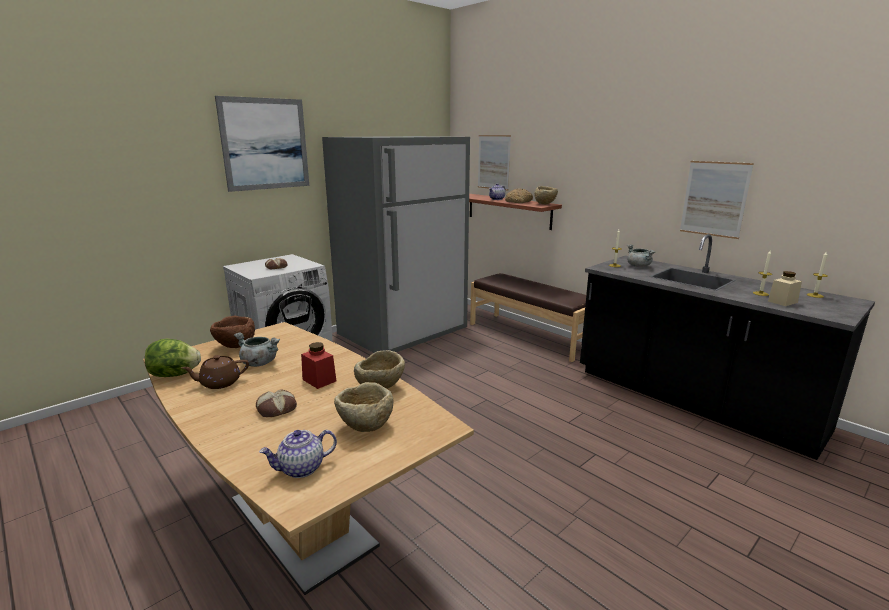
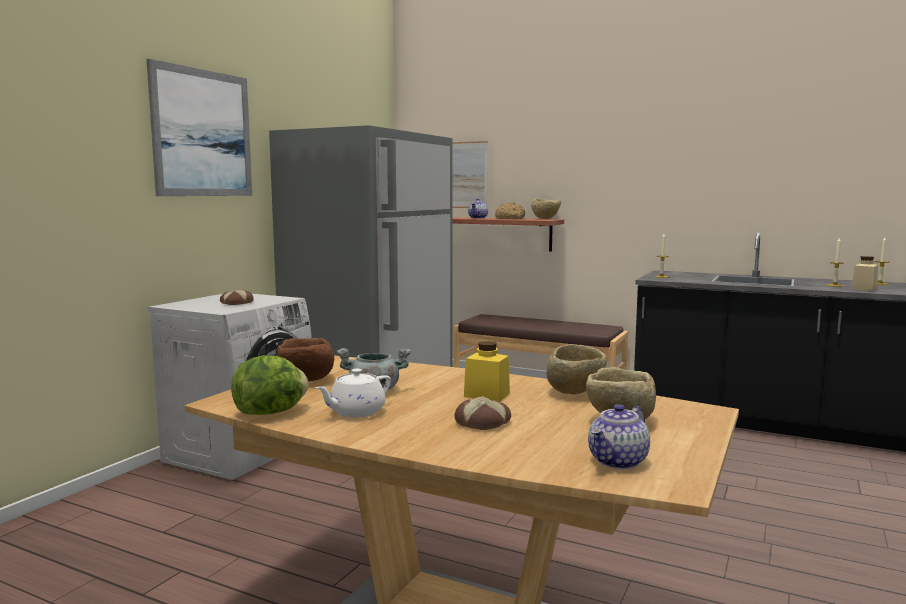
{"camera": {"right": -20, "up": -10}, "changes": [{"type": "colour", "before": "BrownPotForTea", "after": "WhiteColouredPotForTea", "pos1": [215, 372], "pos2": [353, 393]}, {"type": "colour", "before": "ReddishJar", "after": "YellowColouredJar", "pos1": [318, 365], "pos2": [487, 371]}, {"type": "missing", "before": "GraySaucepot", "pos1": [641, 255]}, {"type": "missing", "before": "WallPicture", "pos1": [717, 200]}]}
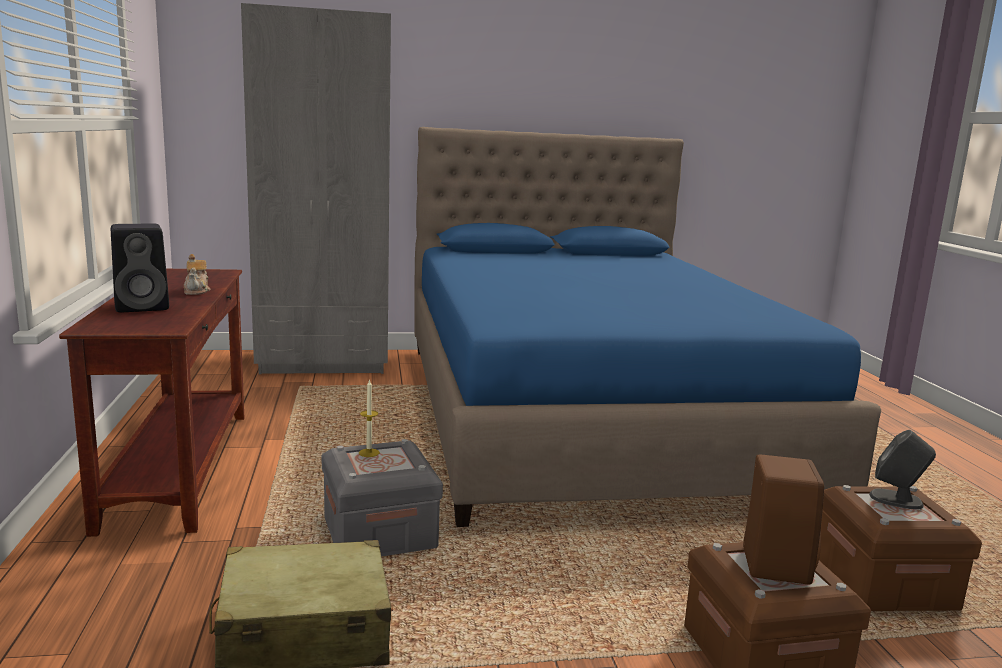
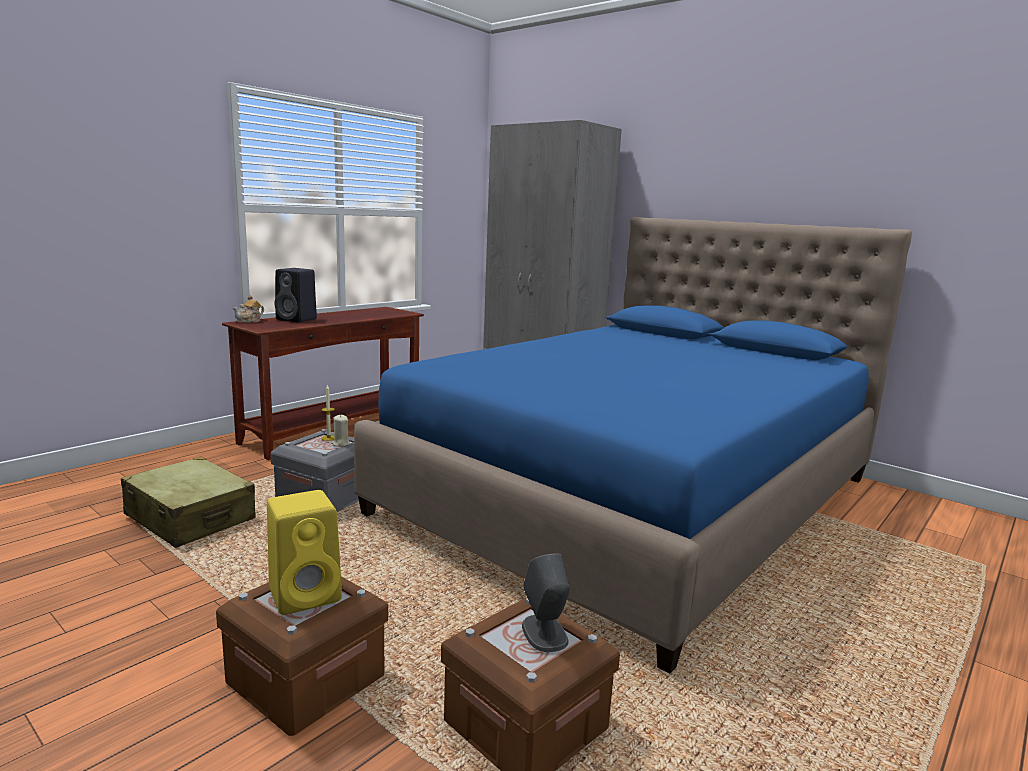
{"camera": {"right": 50, "up": 0}, "changes": [{"type": "relocated", "before": "PotForTea", "pos1": [197, 274], "pos2": [248, 309]}, {"type": "colour", "before": "BrownSpeaker", "after": "YellowColouredSpeaker", "pos1": [783, 519], "pos2": [304, 552]}, {"type": "appeared", "after": "BeigeCandle", "pos2": [340, 431]}]}
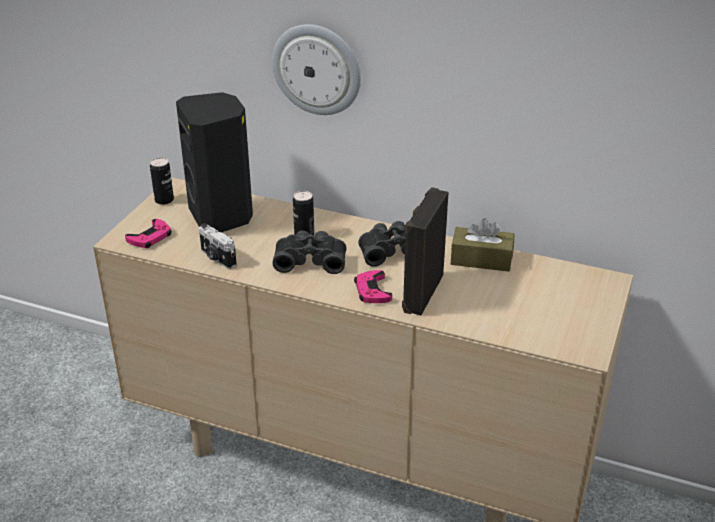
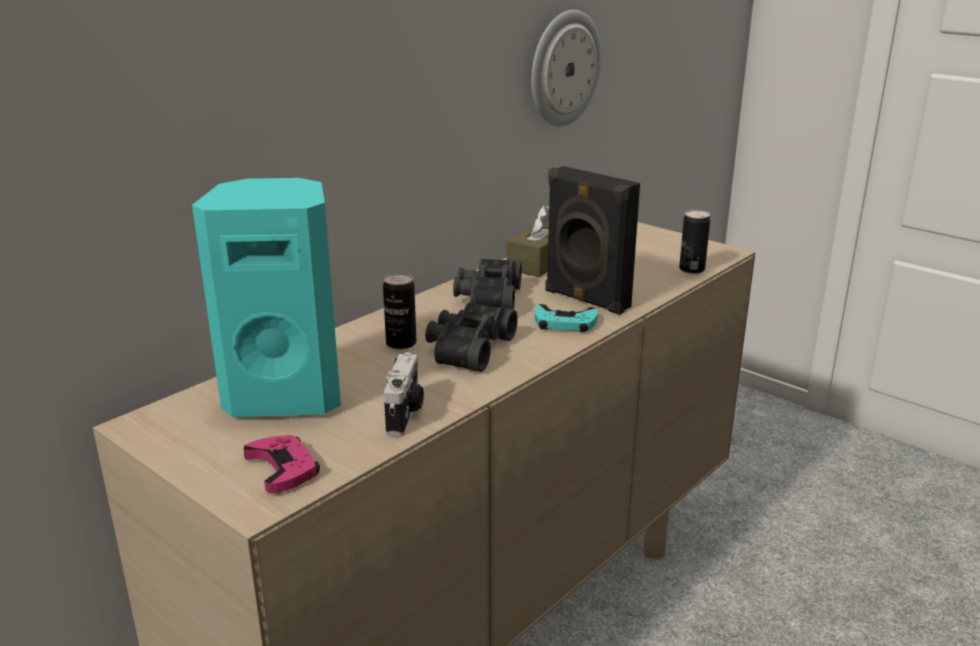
{"camera": {"right": -70, "up": -10}, "changes": [{"type": "colour", "before": "BlackColouredSpeaker", "after": "BlueGreenSpeaker", "pos1": [214, 162], "pos2": [266, 297]}, {"type": "spun", "before": "StillCamera", "pos1": [218, 246], "pos2": [404, 394], "turn": -60}, {"type": "relocated", "before": "HangingClock", "pos1": [316, 69], "pos2": [566, 68]}, {"type": "colour", "before": "PinkishGameController", "after": "BlueGreenGameController", "pos1": [373, 286], "pos2": [566, 318]}, {"type": "relocated", "before": "MetalCan", "pos1": [162, 181], "pos2": [694, 242]}]}
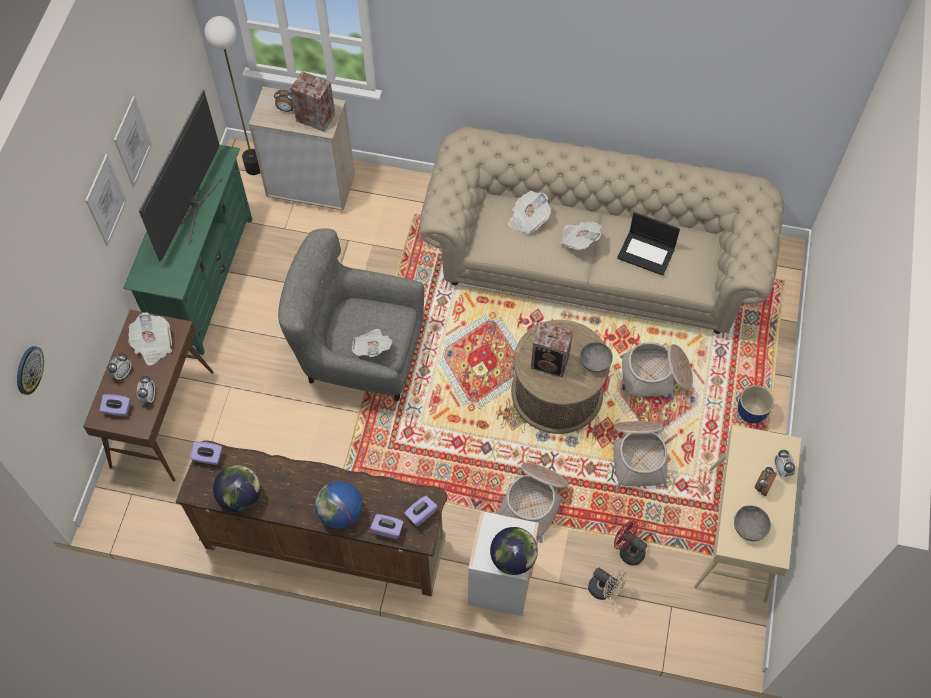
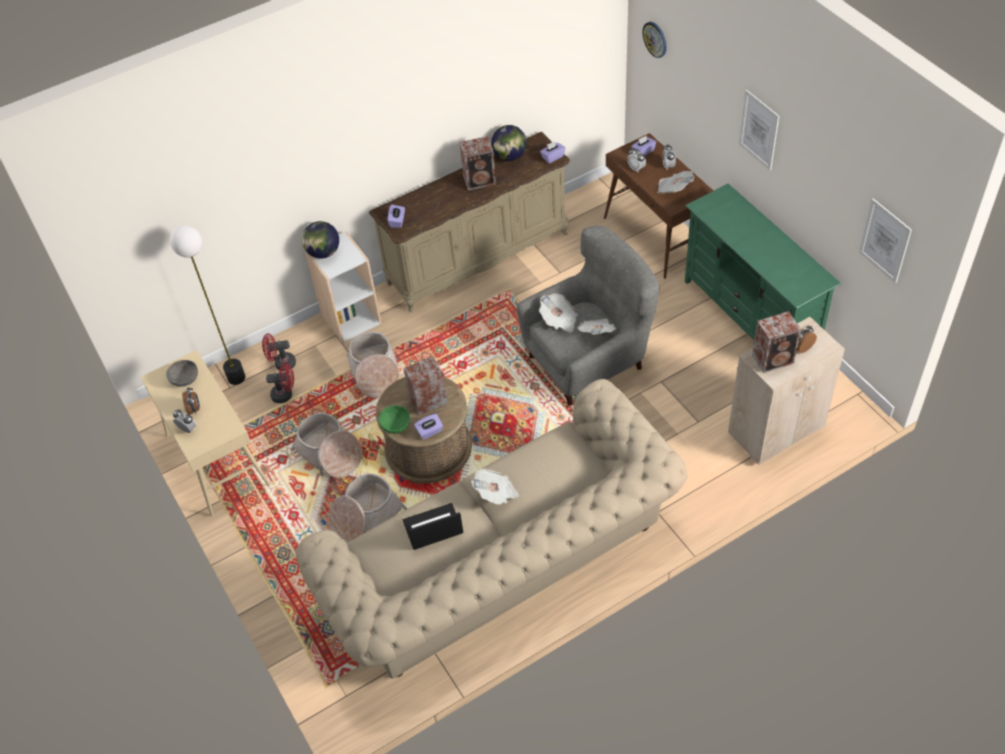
{"camera": {"right": 140, "up": -10}, "changes": [{"type": "relocated", "before": "StandardLamp", "pos1": [232, 95], "pos2": [207, 305]}, {"type": "colour", "before": "BeigeFan", "after": "ReddishFan", "pos1": [607, 584], "pos2": [279, 352]}, {"type": "colour", "before": "GrayBowl", "after": "GreenColouredBowl", "pos1": [596, 357], "pos2": [394, 419]}, {"type": "relocated", "before": "PurplishTissueBox", "pos1": [387, 526], "pos2": [428, 426]}, {"type": "appeared", "after": "Speaker", "pos2": [478, 163]}, {"type": "relocated", "before": "DailyPaper", "pos1": [529, 213], "pos2": [597, 326]}, {"type": "relocated", "before": "WallPicture", "pos1": [133, 141], "pos2": [885, 240]}, {"type": "missing", "before": "TvSet", "pos1": [181, 175]}, {"type": "missing", "before": "DeskGlobe", "pos1": [338, 505]}, {"type": "missing", "before": "Planter", "pos1": [756, 404]}]}
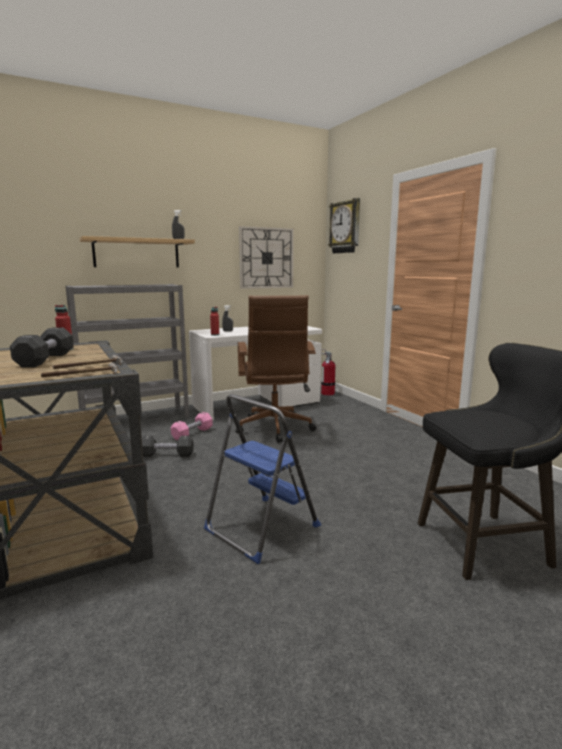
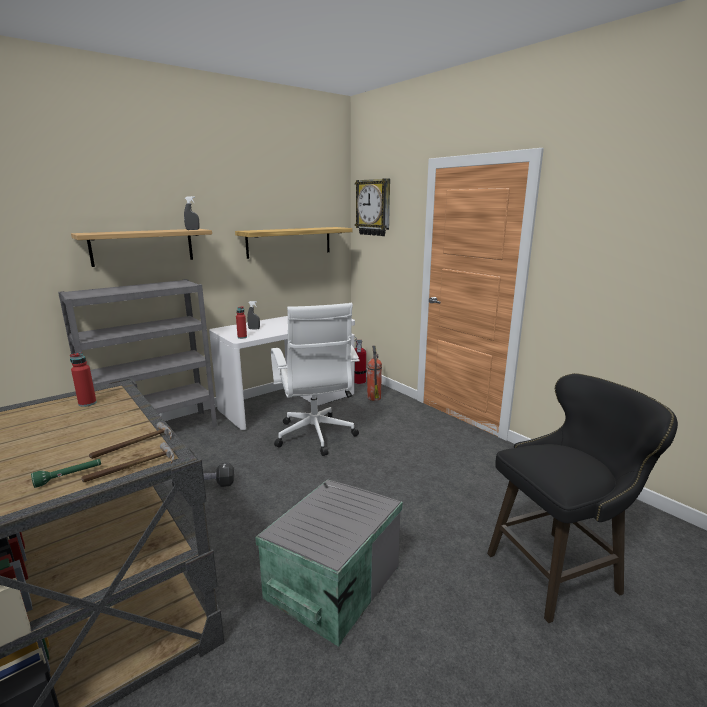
{"camera": {"right": -10, "up": 5}, "changes": [{"type": "appeared", "after": "GreenColouredTorch", "pos2": [66, 473]}, {"type": "exchanged", "before": "HangingClock", "after": "WallShelf", "pos1": [266, 257], "pos2": [293, 243]}, {"type": "exchanged", "before": "BluishStepladder", "after": "GrayStorageBin", "pos1": [262, 479], "pos2": [329, 563]}, {"type": "colour", "before": "BrownComputerChair", "after": "WhiteColouredComputerChair", "pos1": [275, 369], "pos2": [315, 379]}, {"type": "appeared", "after": "FireFightingCylinder", "pos2": [374, 373]}, {"type": "missing", "before": "BlackColouredDumbbell", "pos1": [42, 347]}, {"type": "missing", "before": "PinkishDumbbell", "pos1": [192, 426]}]}
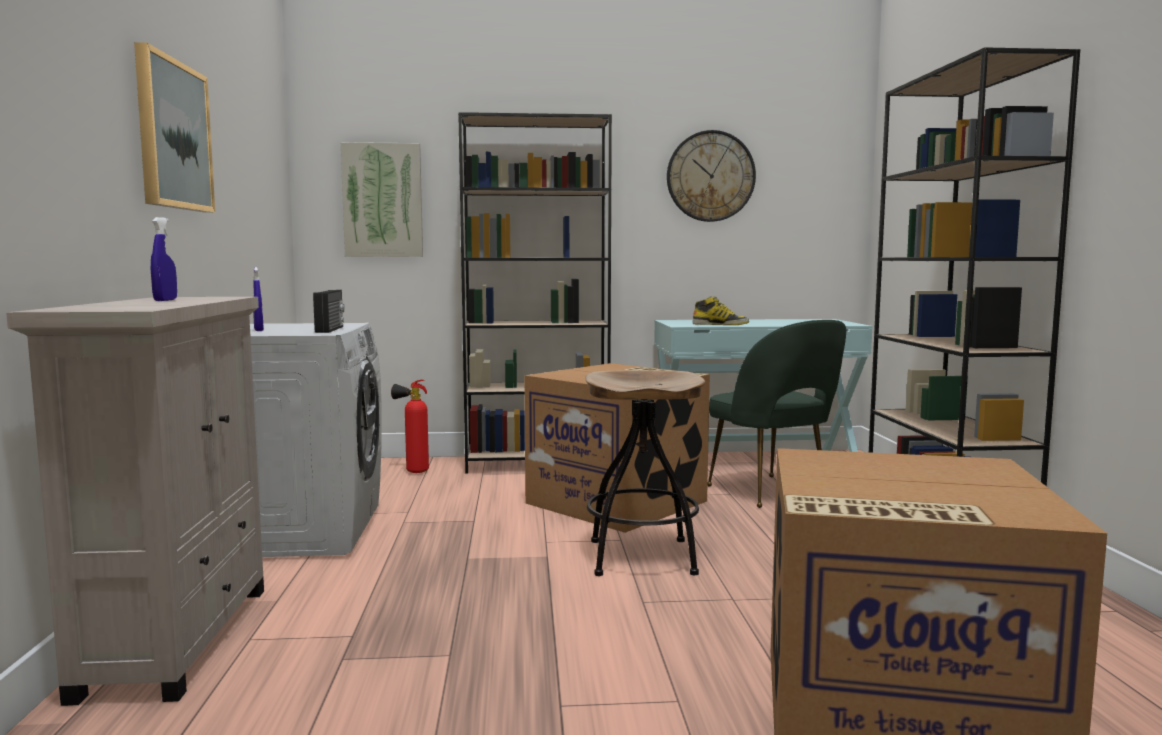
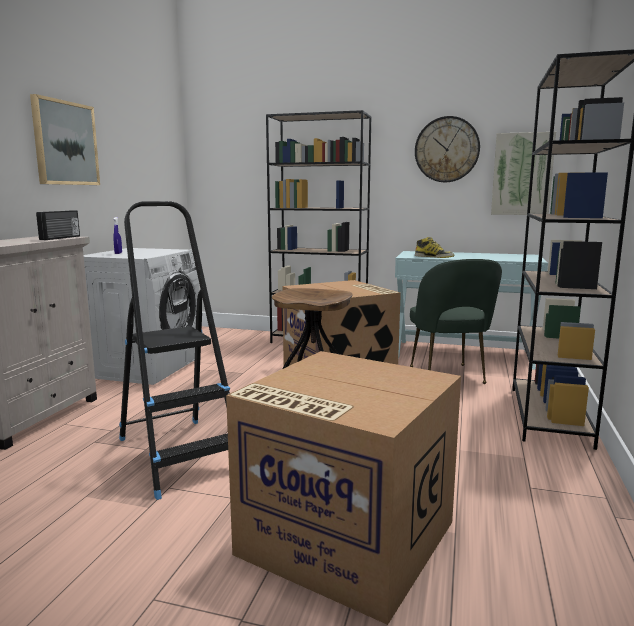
{"camera": {"right": 20, "up": 5}, "changes": [{"type": "relocated", "before": "RadioSet", "pos1": [329, 311], "pos2": [58, 225]}, {"type": "appeared", "after": "BlackColouredStepladder", "pos2": [174, 350]}, {"type": "relocated", "before": "WallPicture", "pos1": [382, 199], "pos2": [523, 173]}, {"type": "missing", "before": "BluishSprayer", "pos1": [164, 259]}, {"type": "missing", "before": "FireFightingCylinder", "pos1": [410, 426]}]}
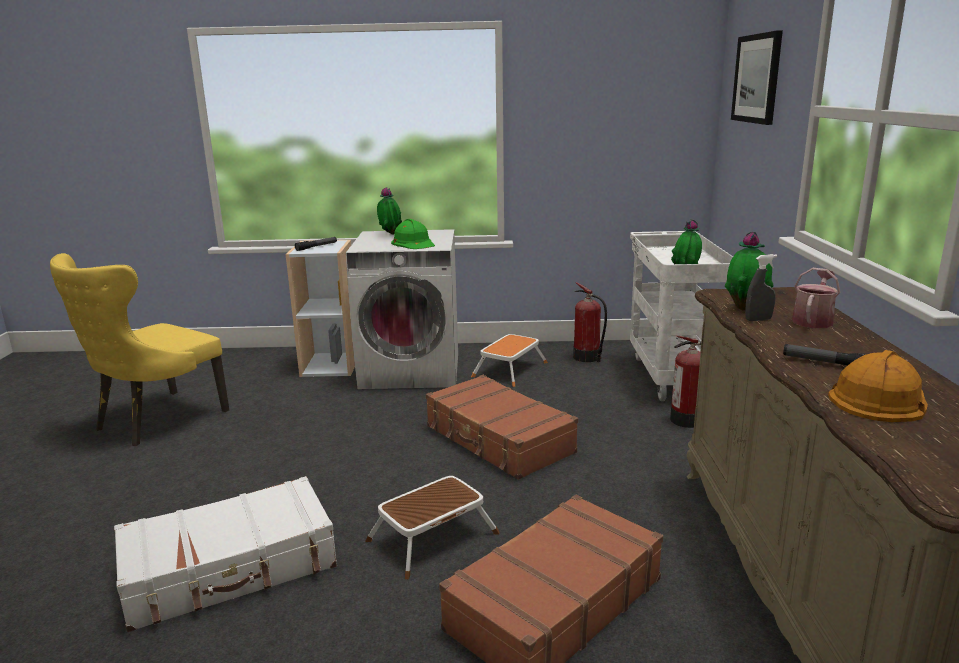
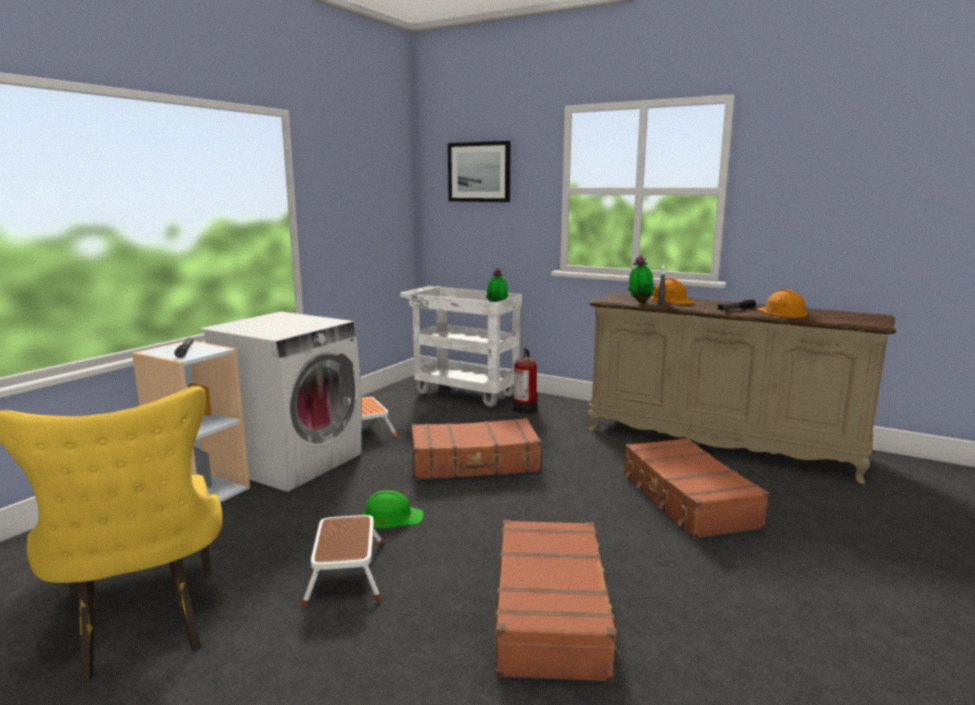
{"camera": {"right": -60, "up": -5}, "changes": [{"type": "relocated", "before": "BrownStepladder", "pos1": [432, 527], "pos2": [342, 561]}, {"type": "relocated", "before": "GreenColouredHardHat", "pos1": [413, 234], "pos2": [393, 509]}, {"type": "colour", "before": "WhiteColouredPieceOfLuggage", "after": "BrownPieceOfLuggage", "pos1": [225, 554], "pos2": [558, 601]}, {"type": "exchanged", "before": "SprinklingCan", "after": "OrangeColouredHardHat", "pos1": [816, 298], "pos2": [672, 291]}, {"type": "missing", "before": "PottedPlant", "pos1": [389, 210]}, {"type": "missing", "before": "FireFightingCylinder", "pos1": [590, 322]}]}
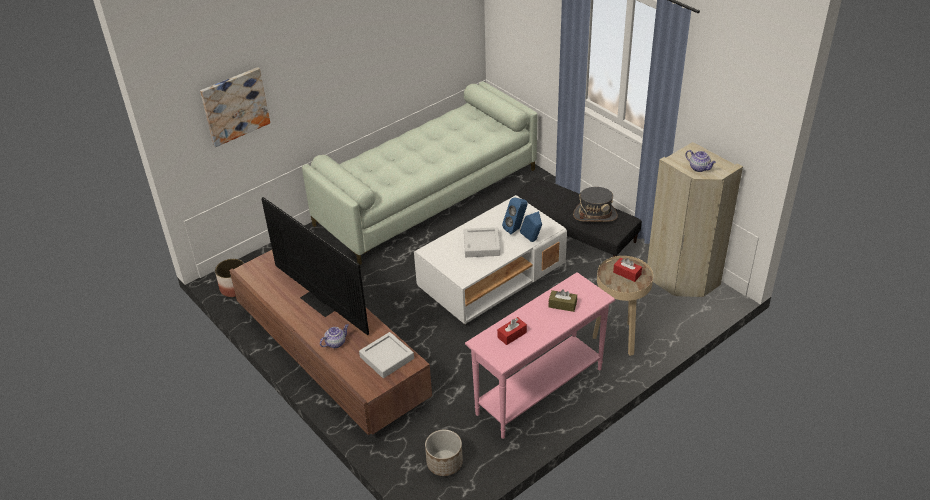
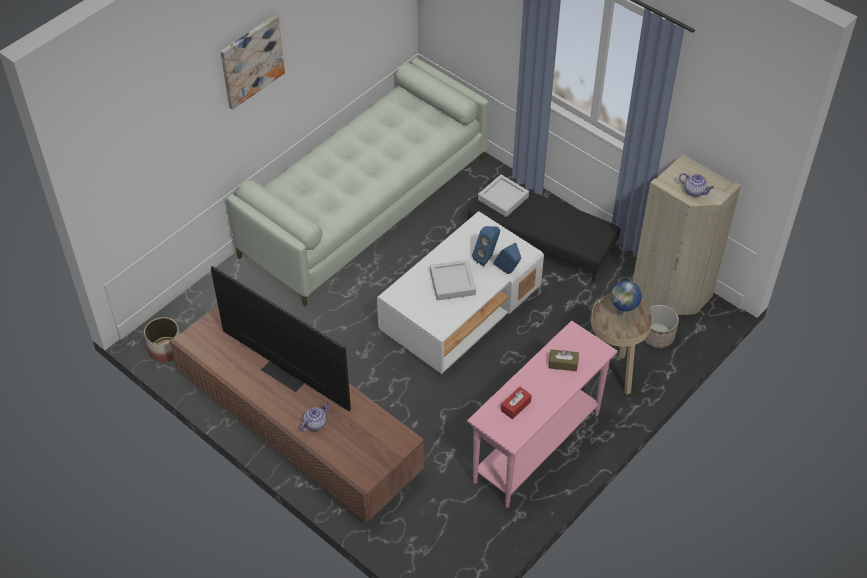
{"camera": {"right": -10, "up": 10}, "changes": [{"type": "relocated", "before": "WallPicture", "pos1": [235, 107], "pos2": [252, 62]}, {"type": "relocated", "before": "GrayServingTray", "pos1": [386, 355], "pos2": [503, 195]}, {"type": "exchanged", "before": "ReddishTissueBox", "after": "DeskGlobe", "pos1": [627, 270], "pos2": [626, 299]}, {"type": "relocated", "before": "Planter", "pos1": [444, 453], "pos2": [661, 326]}, {"type": "missing", "before": "GrayClothingHat", "pos1": [595, 204]}]}
